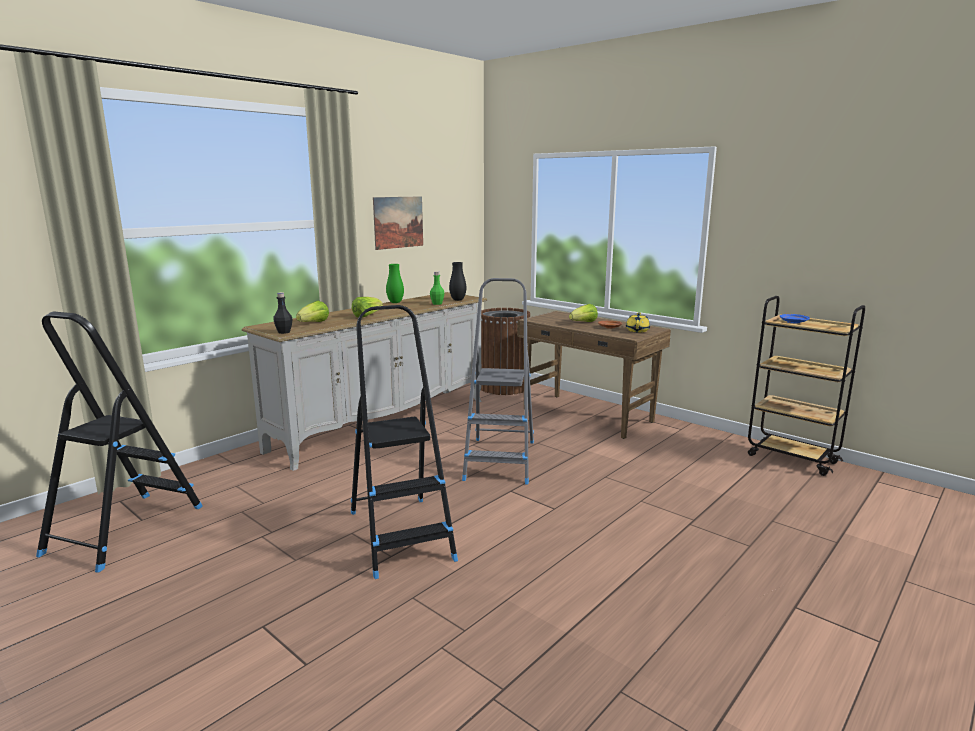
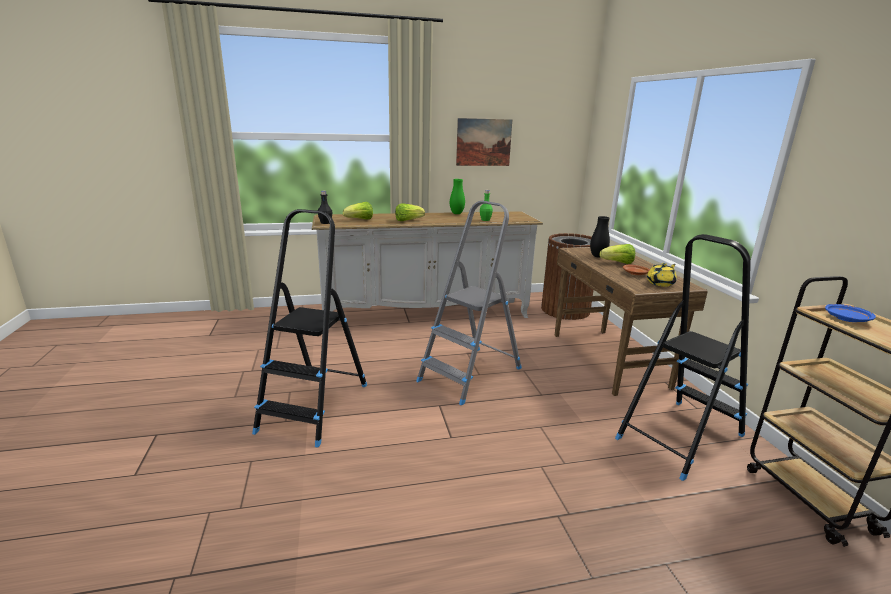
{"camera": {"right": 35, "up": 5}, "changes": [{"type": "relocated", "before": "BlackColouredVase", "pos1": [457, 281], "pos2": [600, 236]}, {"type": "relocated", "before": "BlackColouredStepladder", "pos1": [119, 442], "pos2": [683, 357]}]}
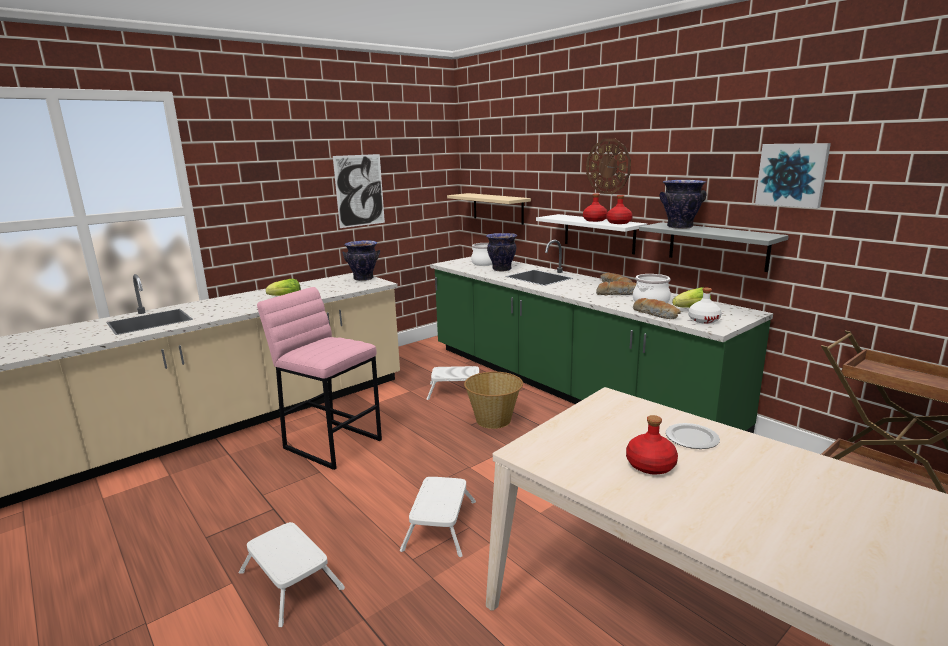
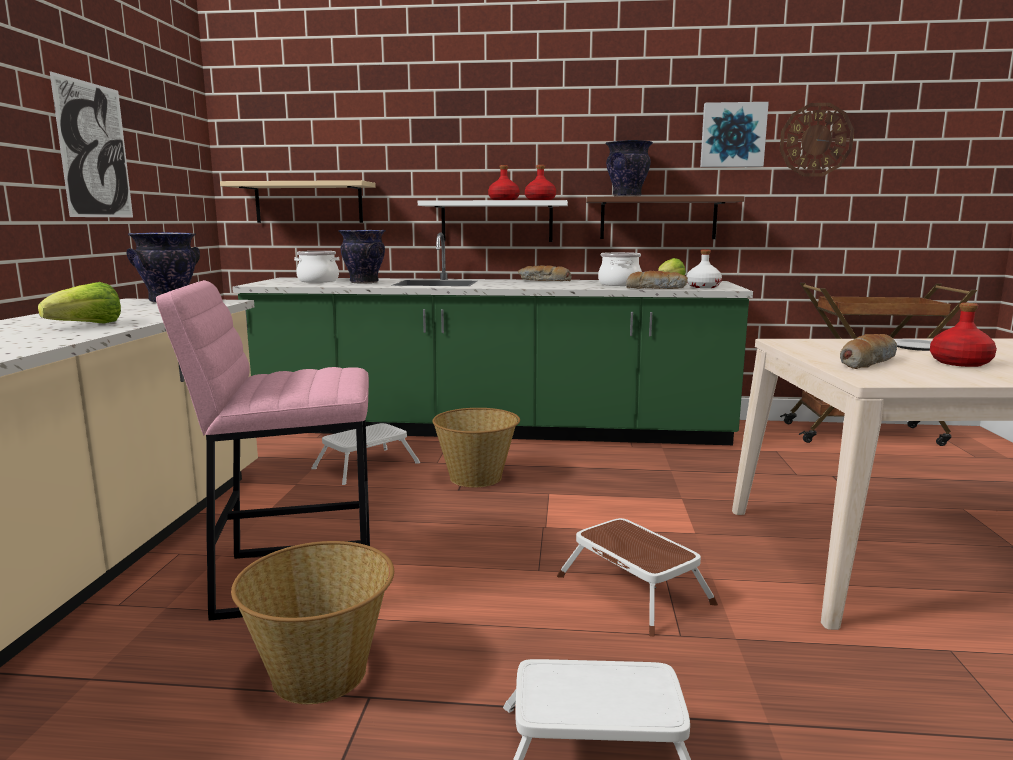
{"camera": {"right": -45, "up": -5}, "changes": [{"type": "appeared", "after": "StorageBasket", "pos2": [312, 622]}, {"type": "colour", "before": "WhiteColouredStepladder", "after": "BrownStepladder", "pos1": [438, 517], "pos2": [637, 577]}, {"type": "colour", "before": "GrayWallShelf", "after": "BrownWallShelf", "pos1": [714, 247], "pos2": [665, 217]}, {"type": "relocated", "before": "HangingClock", "pos1": [608, 166], "pos2": [817, 140]}, {"type": "relocated", "before": "BakedBread", "pos1": [616, 288], "pos2": [868, 351]}]}
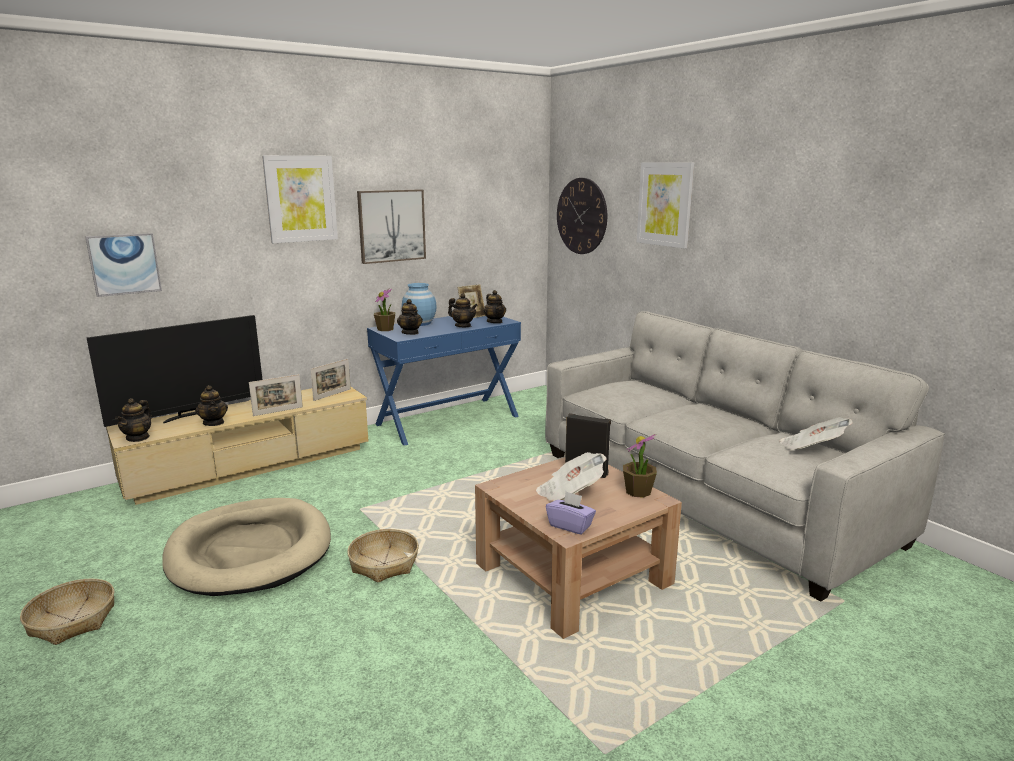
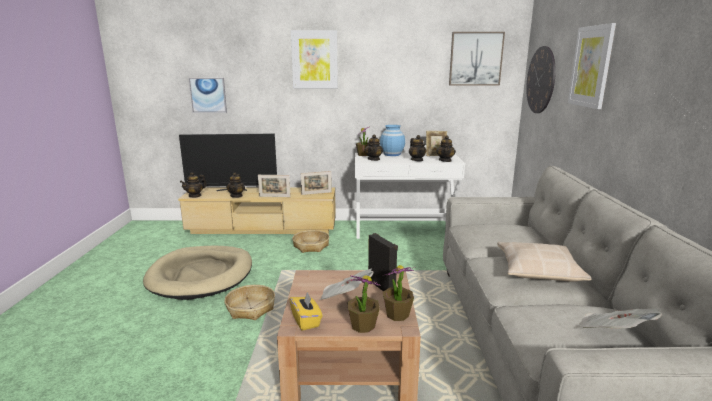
{"camera": {"right": 35, "up": 0}, "changes": [{"type": "colour", "before": "PurplishTissueBox", "after": "YellowColouredTissueBox", "pos1": [571, 513], "pos2": [306, 311]}, {"type": "relocated", "before": "StorageBasket", "pos1": [67, 612], "pos2": [310, 241]}, {"type": "appeared", "after": "PottedPlant", "pos2": [364, 304]}, {"type": "colour", "before": "BluishNarrowTable", "after": "WhiteColouredNarrowTable", "pos1": [444, 381], "pos2": [410, 196]}, {"type": "relocated", "before": "WallPicture", "pos1": [391, 226], "pos2": [477, 58]}, {"type": "appeared", "after": "BeigePillow", "pos2": [544, 262]}]}
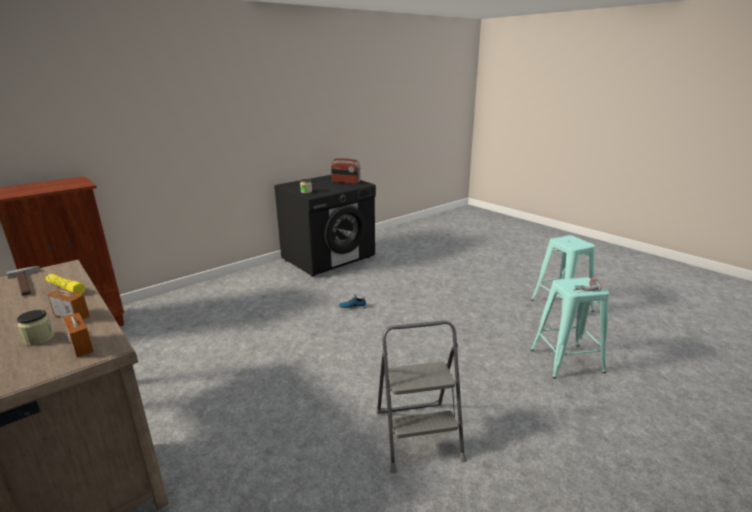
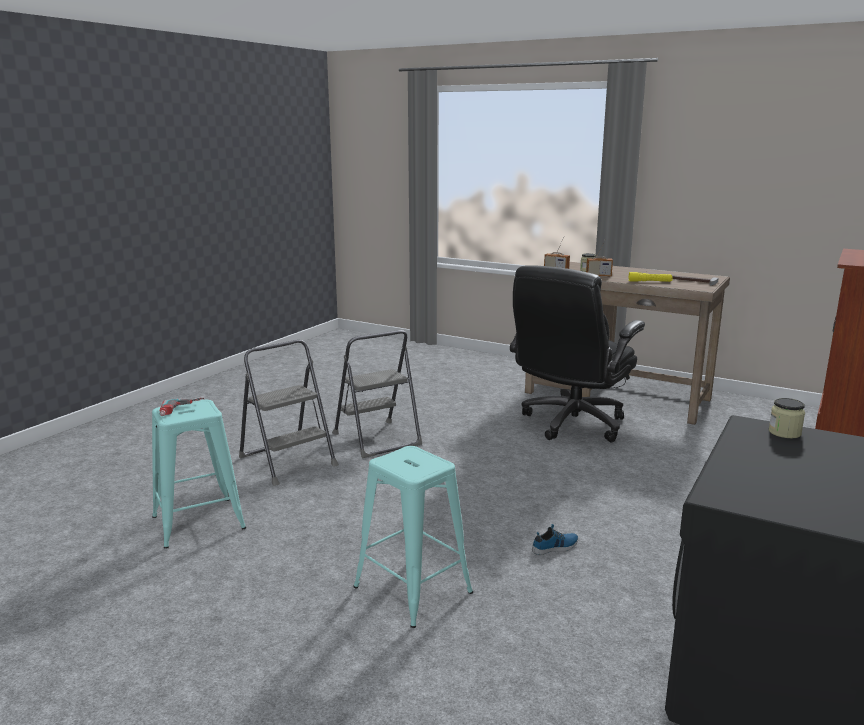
{"camera": {"right": 160, "up": -5}, "changes": [{"type": "appeared", "after": "GrayStepladder", "pos2": [289, 413]}, {"type": "relocated", "before": "BlueGreenSittingStool", "pos1": [563, 273], "pos2": [413, 537]}, {"type": "appeared", "after": "BlackColouredComputerChair", "pos2": [577, 353]}, {"type": "missing", "before": "RadioSet", "pos1": [345, 171]}]}
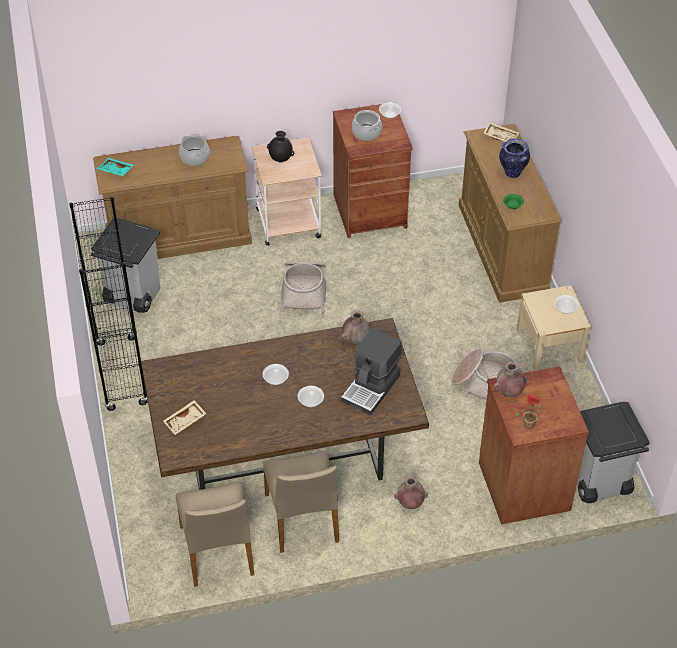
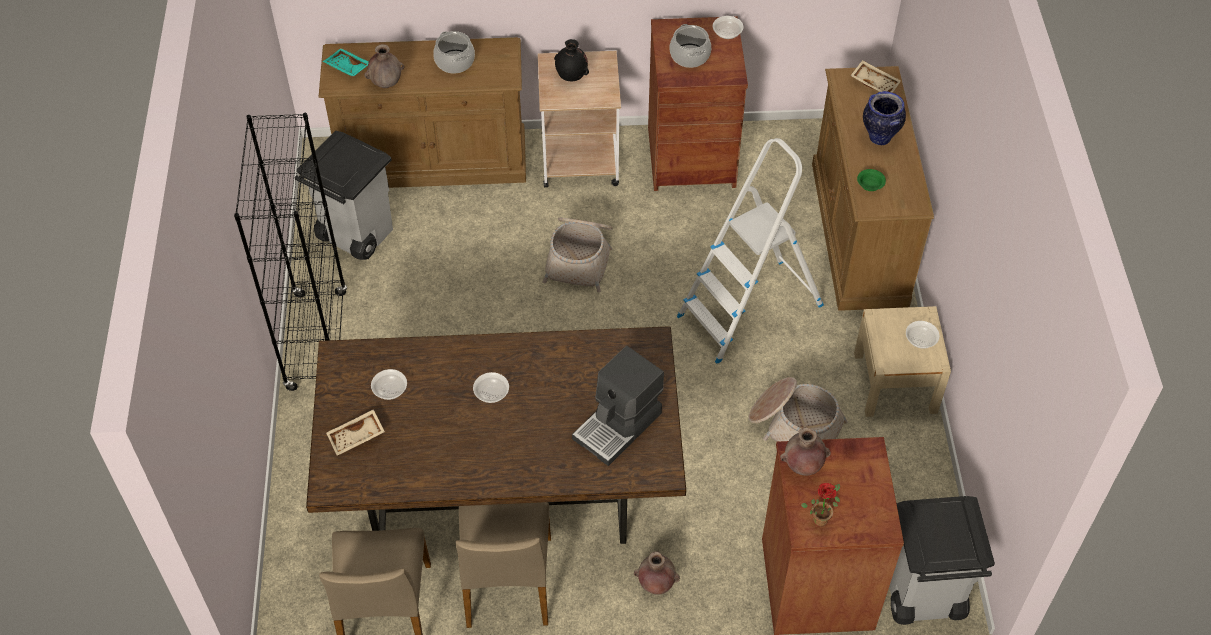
{"camera": {"right": 10, "up": 5}, "changes": [{"type": "relocated", "before": "BrownVase", "pos1": [355, 327], "pos2": [384, 66]}, {"type": "relocated", "before": "Bowl", "pos1": [311, 396], "pos2": [389, 384]}, {"type": "appeared", "after": "WhiteColouredStepladder", "pos2": [750, 250]}]}
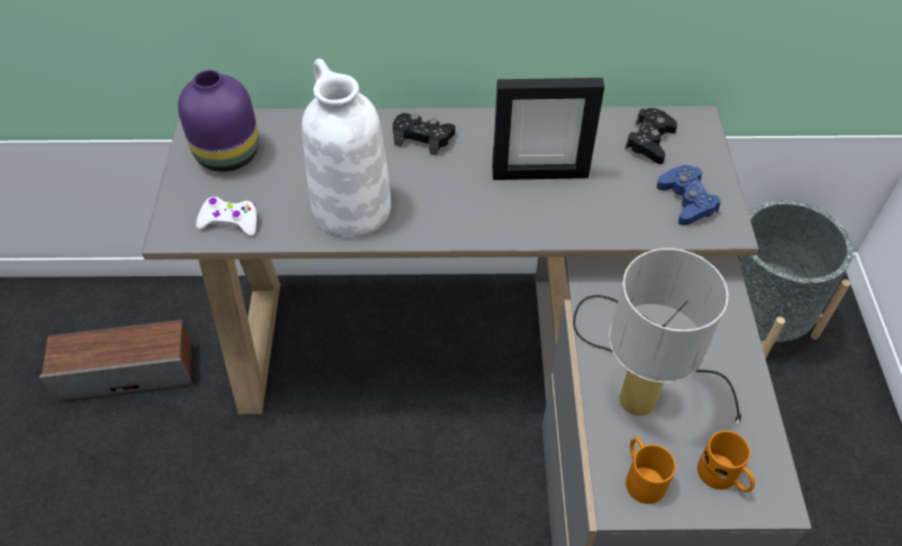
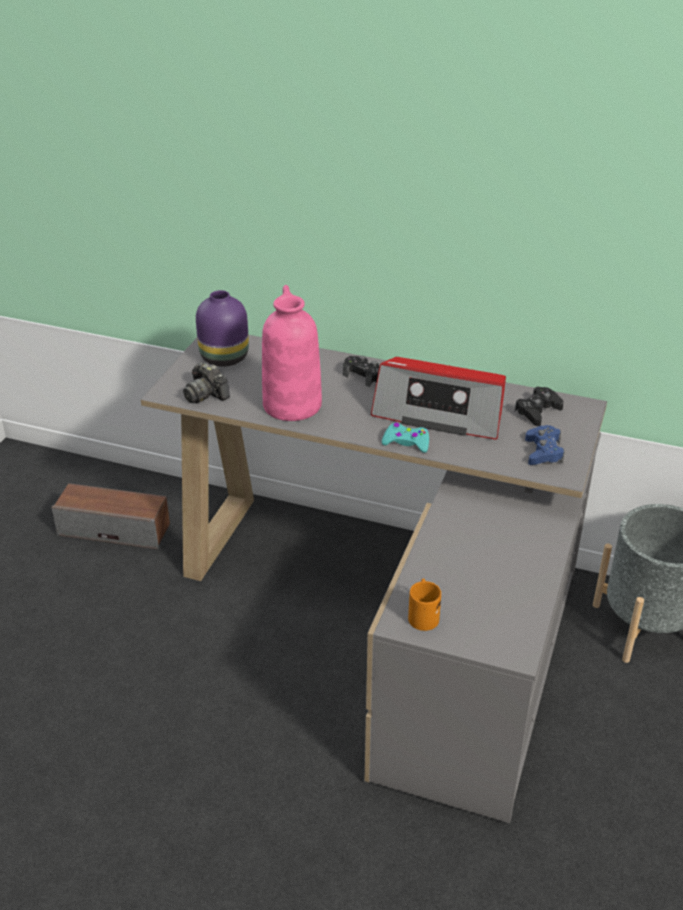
{"camera": {"right": 20, "up": -15}, "changes": [{"type": "exchanged", "before": "WhiteColouredGameController", "after": "StillCamera", "pos1": [226, 216], "pos2": [206, 382]}, {"type": "colour", "before": "WhiteColouredVase", "after": "PinkishVase", "pos1": [346, 148], "pos2": [292, 353]}, {"type": "exchanged", "before": "PictureFrame", "after": "RadioSet", "pos1": [548, 129], "pos2": [438, 398]}, {"type": "appeared", "after": "BlueGreenGameController", "pos2": [405, 438]}, {"type": "missing", "before": "TabletopLamp", "pos1": [657, 336]}, {"type": "missing", "before": "OrangeColouredTeaMug", "pos1": [726, 461]}]}
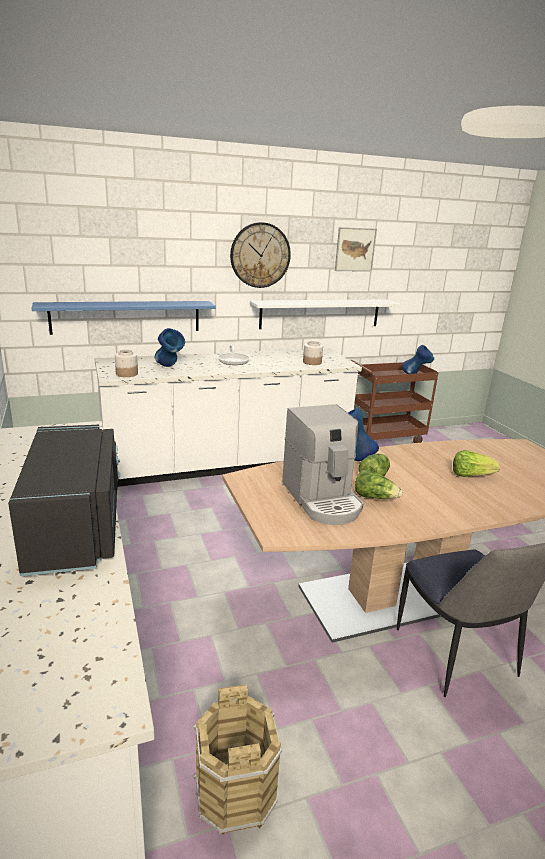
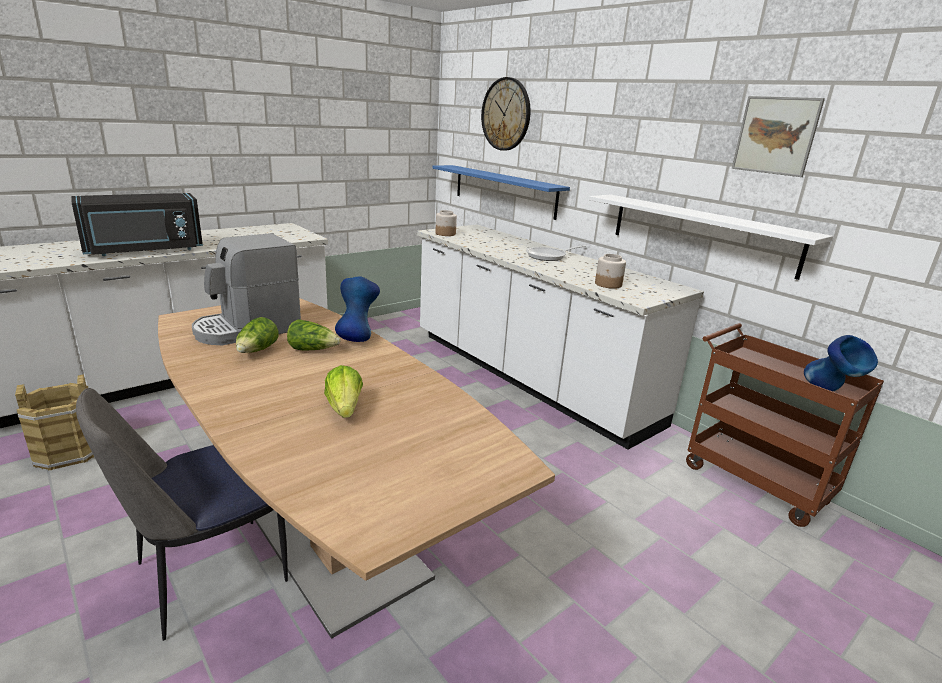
{"camera": {"right": 70, "up": 0}, "changes": [{"type": "relocated", "before": "HangingClock", "pos1": [260, 255], "pos2": [505, 113]}, {"type": "missing", "before": "BluishVase", "pos1": [170, 347]}]}
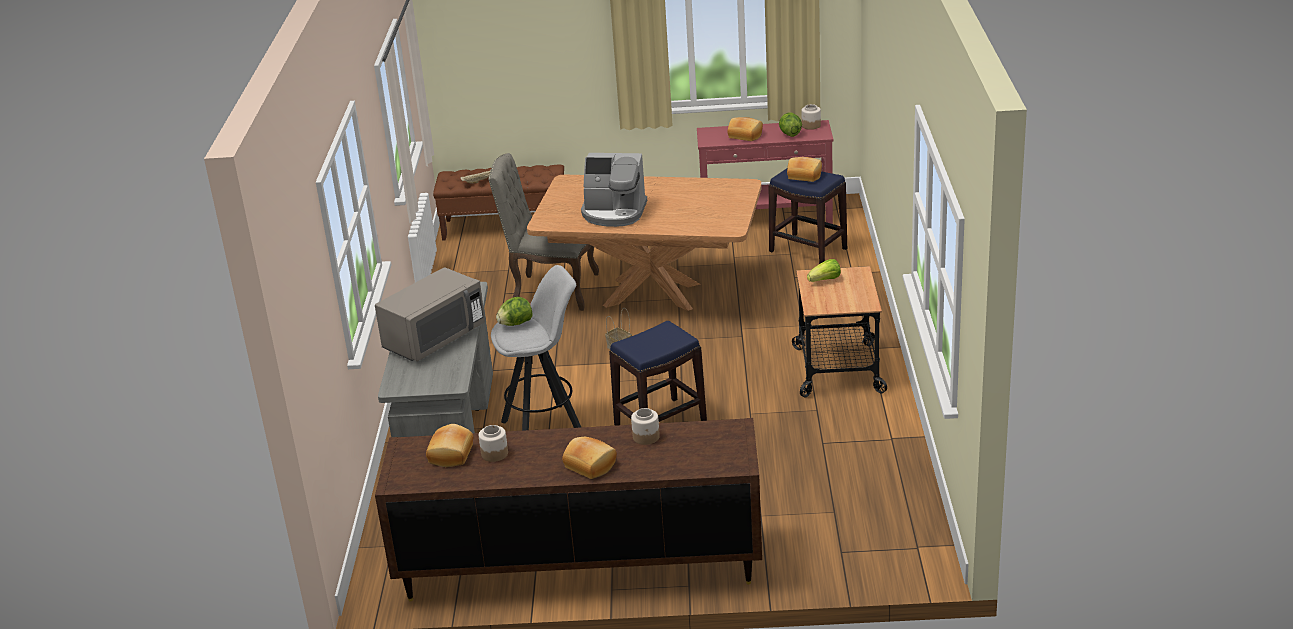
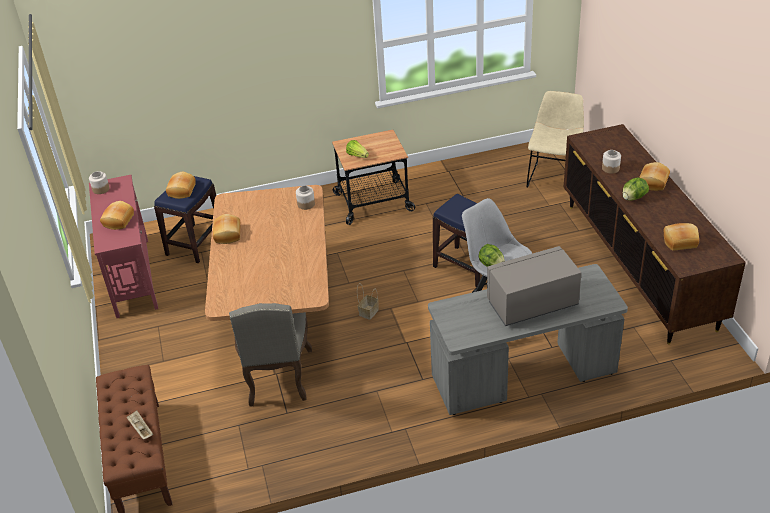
{"camera": {"right": -105, "up": 10}, "changes": [{"type": "appeared", "after": "BakedBread", "pos2": [226, 229]}, {"type": "relocated", "before": "Jar", "pos1": [493, 443], "pos2": [305, 198]}, {"type": "spun", "before": "GrayKitchenMicrowave", "pos1": [430, 314], "pos2": [534, 286], "turn": -45}, {"type": "appeared", "after": "BeigePlainChair", "pos2": [555, 139]}, {"type": "relocated", "before": "LettuceHead", "pos1": [790, 124], "pos2": [635, 189]}, {"type": "missing", "before": "CoffeeMachine", "pos1": [614, 190]}]}
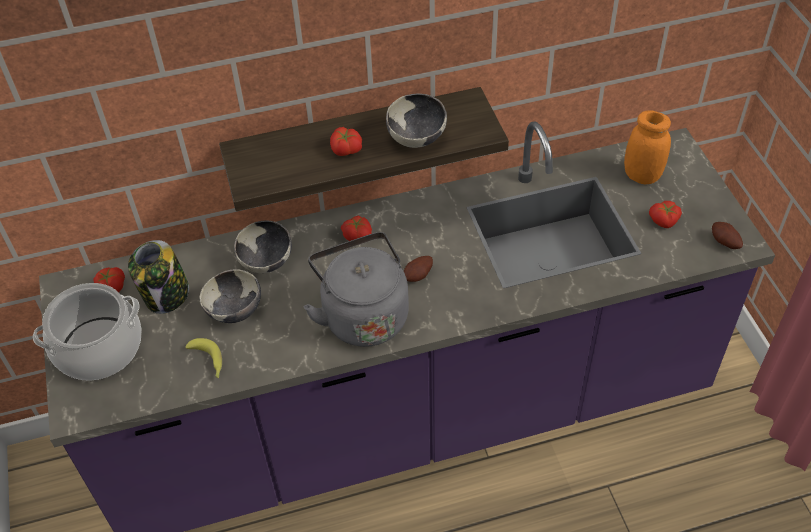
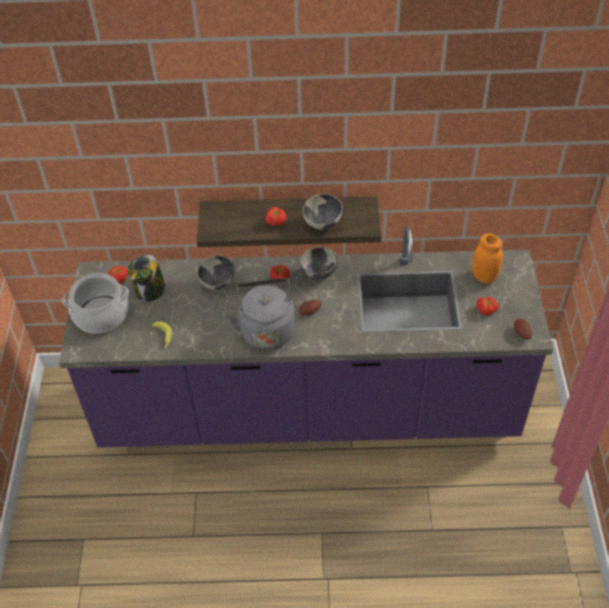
{"camera": {"right": 15, "up": 0}, "changes": [{"type": "relocated", "before": "Bowl", "pos1": [230, 296], "pos2": [319, 263]}]}
